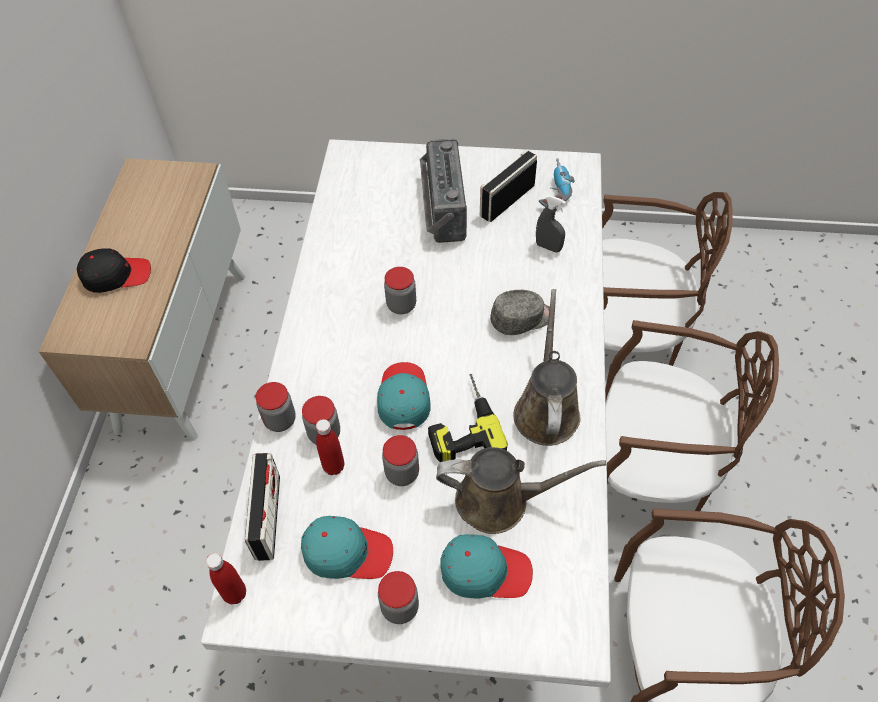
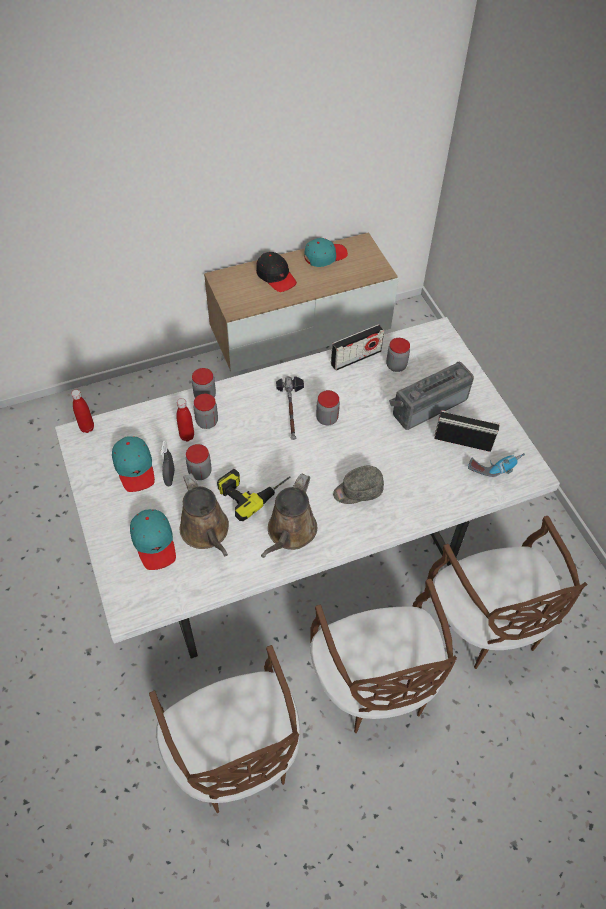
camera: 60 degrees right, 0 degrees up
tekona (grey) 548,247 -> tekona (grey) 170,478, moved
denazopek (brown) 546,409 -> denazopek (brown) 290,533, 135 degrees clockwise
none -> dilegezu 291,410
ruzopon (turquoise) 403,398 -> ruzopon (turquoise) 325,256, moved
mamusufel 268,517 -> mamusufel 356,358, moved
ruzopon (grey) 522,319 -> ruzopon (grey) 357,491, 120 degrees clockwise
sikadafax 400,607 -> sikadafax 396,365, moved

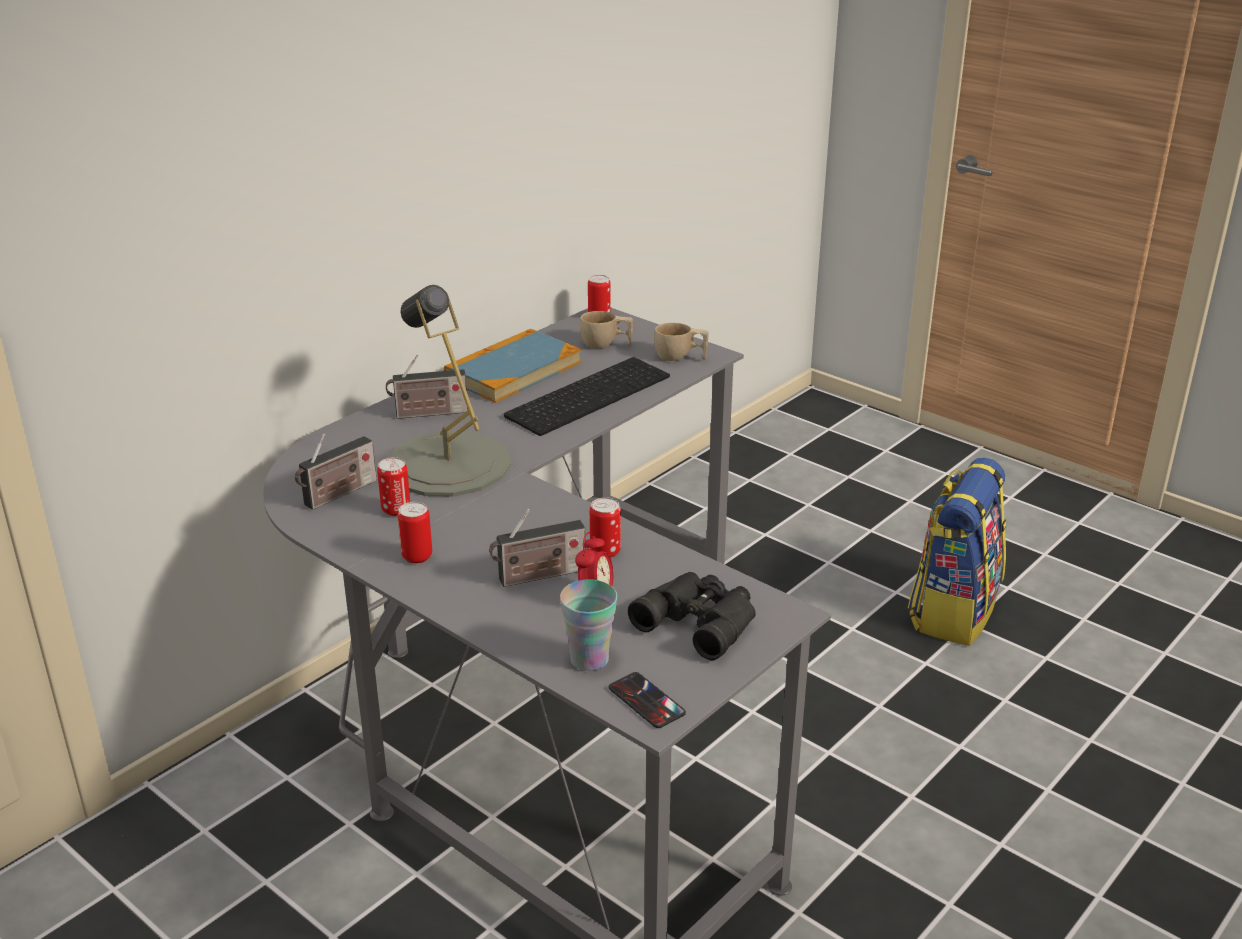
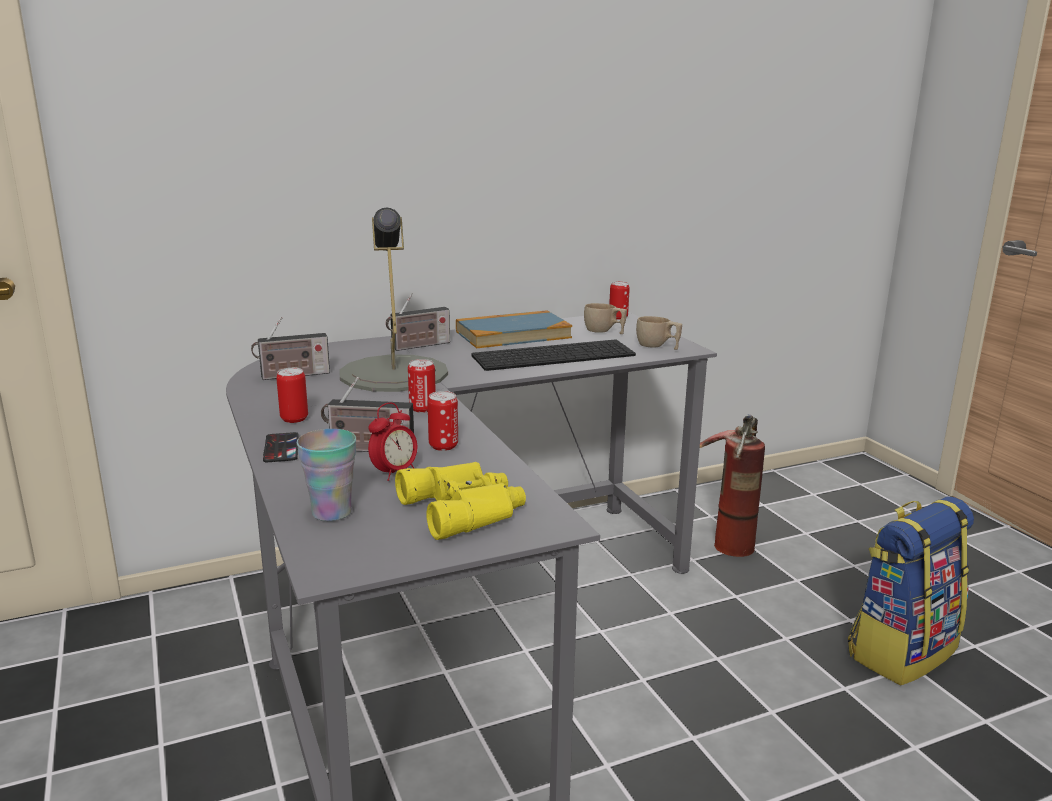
camera: 25 degrees right, 10 degrees down
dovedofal 646,701 -> dovedofal 281,448, moved
mamusufel 428,413 -> mamusufel 418,346, 45 degrees counterclockwise
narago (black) 700,620 -> narago (yellow) 466,509
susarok 396,509 -> susarok 422,408, moved
none -> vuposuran 730,539

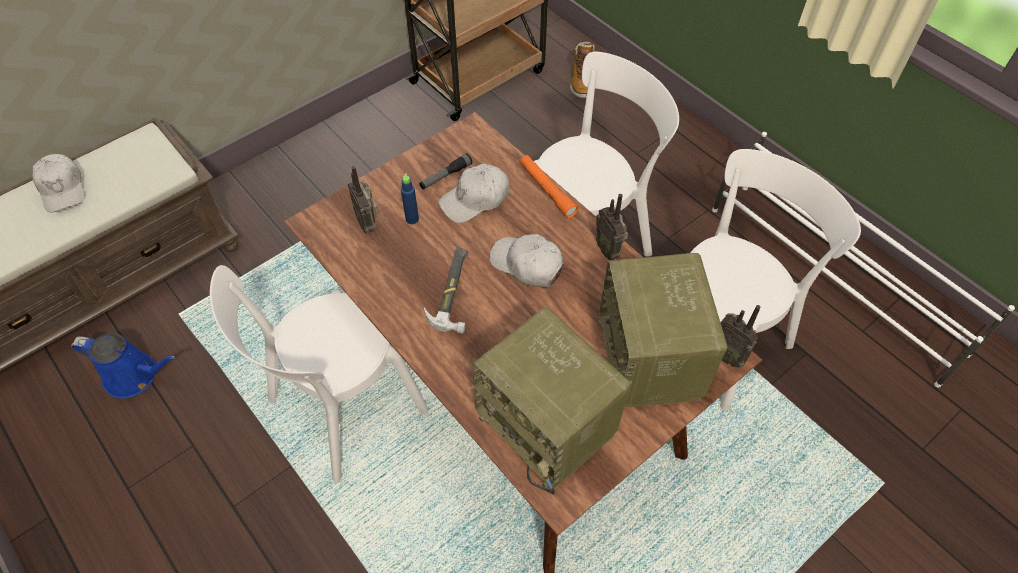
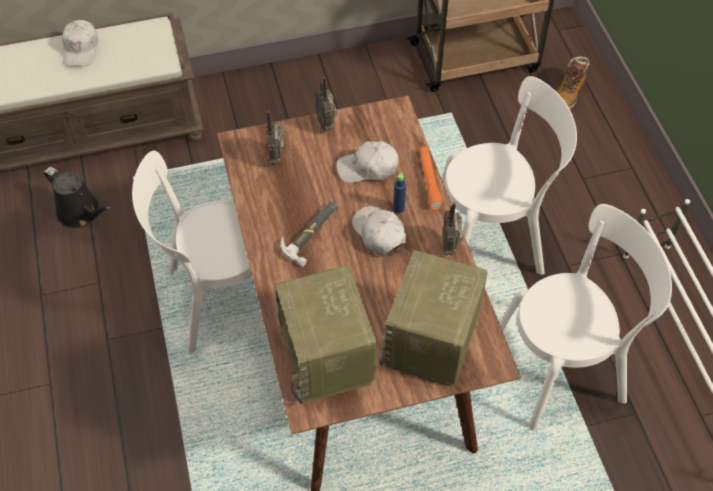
camera: 25 degrees right, 0 degrees up
denazopek (blue) 135,376 -> denazopek (black) 81,213
mamusufel 726,354 -> mamusufel 327,124, moved
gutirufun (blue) 412,219 -> gutirufun (blue) 398,208, moved
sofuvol 445,176 -> none

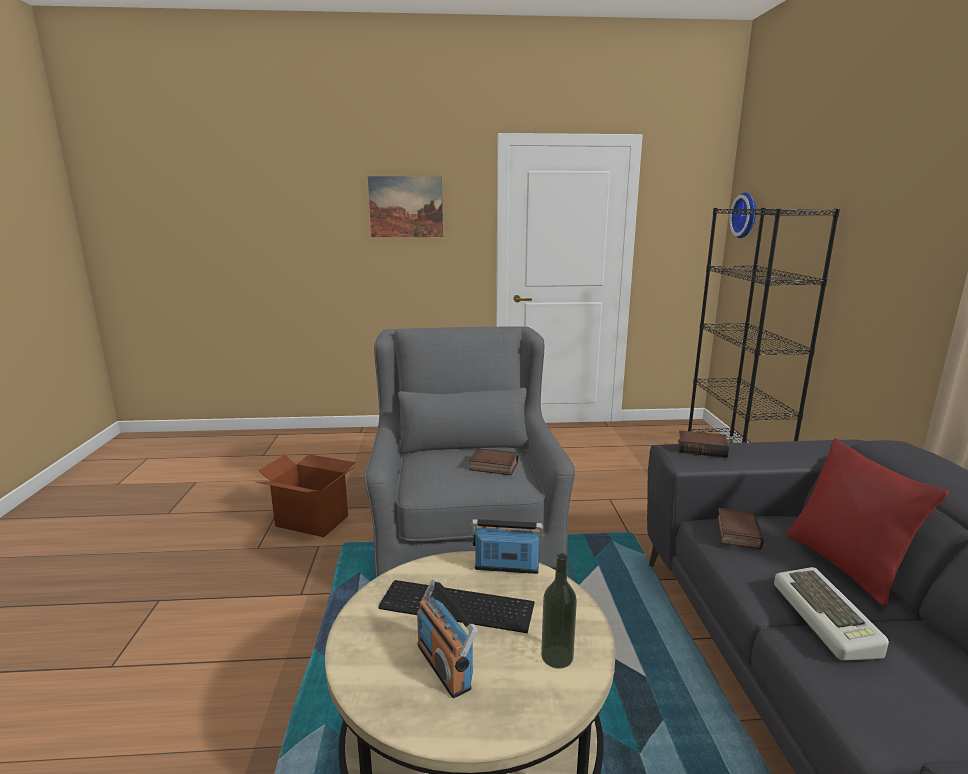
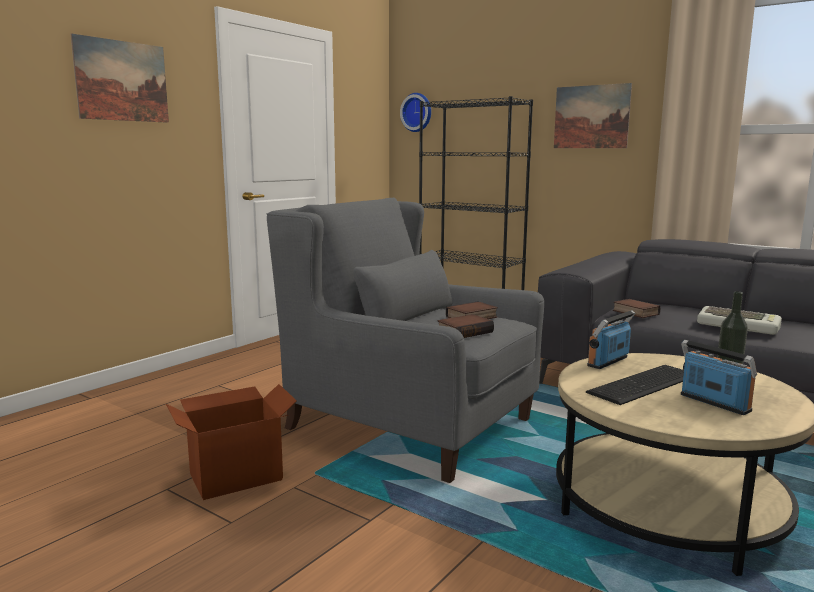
camera: 50 degrees left, 5 degrees down
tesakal 702,448 -> tesakal 464,331, moved
none -> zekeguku 591,117
mamusufel 444,666 -> mamusufel 714,403, 135 degrees counterclockwise
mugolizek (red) 844,565 -> none

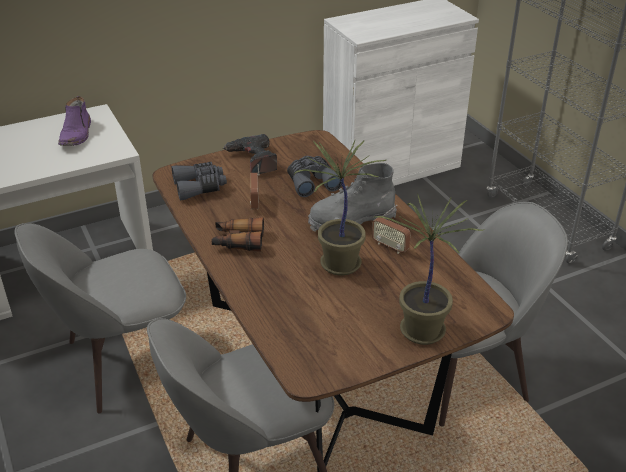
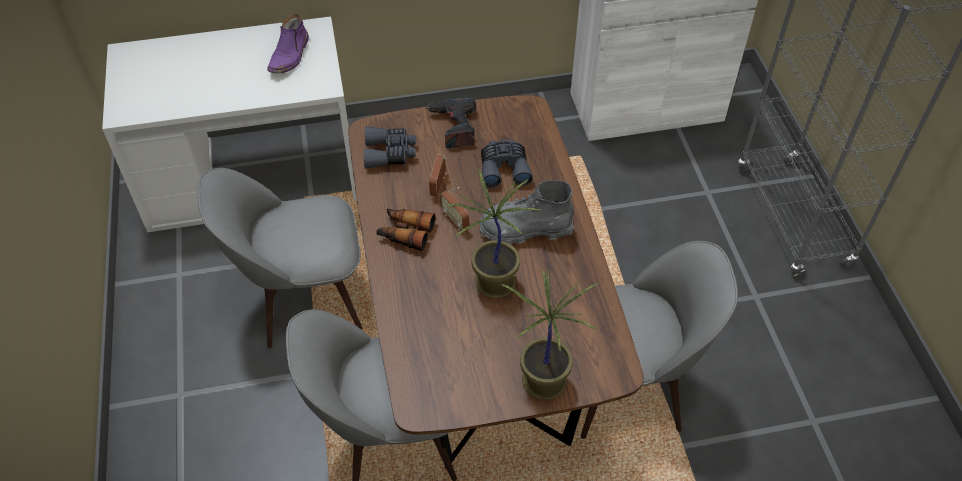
camera: 15 degrees right, 15 degrees up
mamusufel 390,246 -> mamusufel 455,220, moved

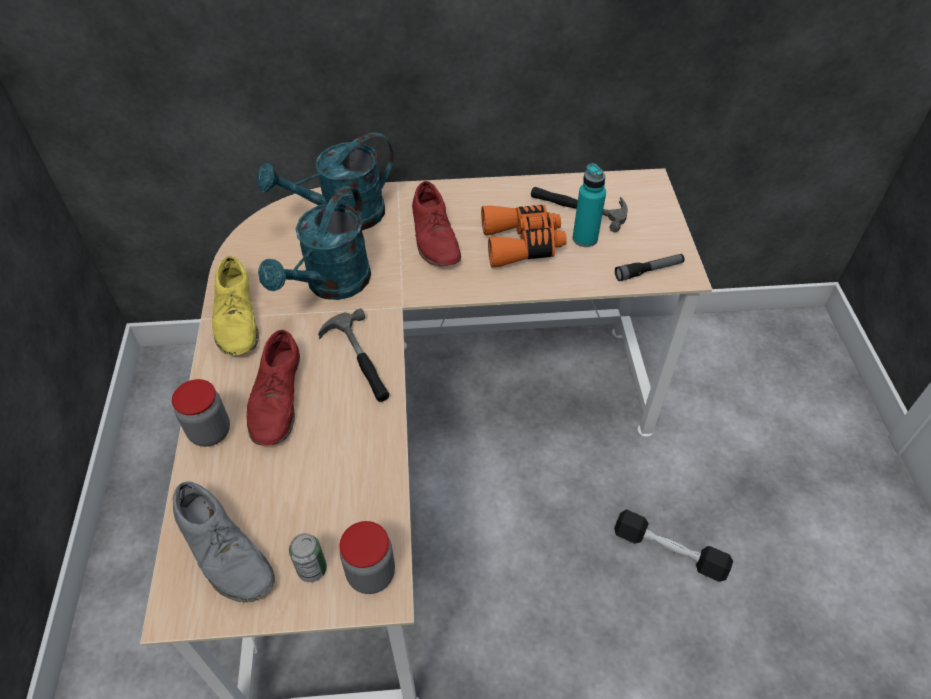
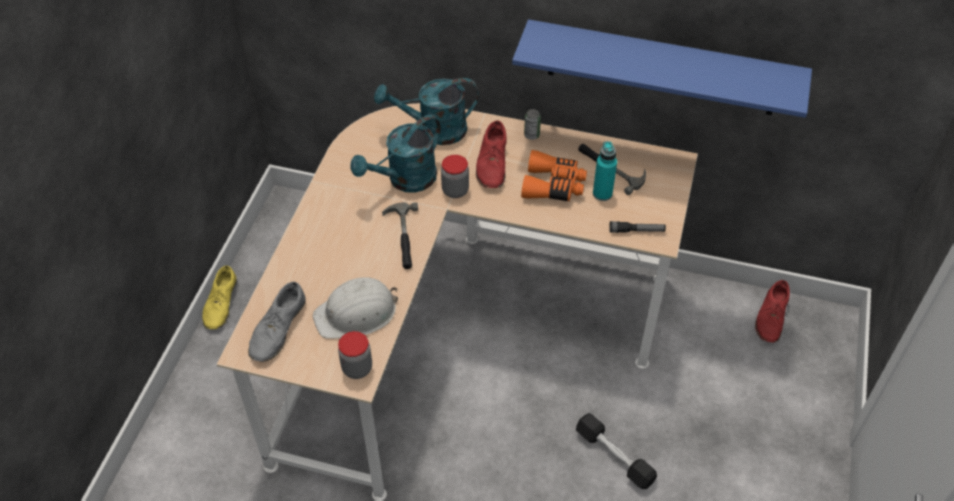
camera: 20 degrees right, 0 degrees up
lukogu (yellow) 237,318 -> lukogu (yellow) 221,304, moved
lukogu (grey) 224,550 -> lukogu (grey) 278,329, 45 degrees clockwise
none -> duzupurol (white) 357,313
sikadafax 210,432 -> sikadafax 455,190, moved
none -> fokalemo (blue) 662,68
susarok 312,569 -> susarok 531,135, moved
lukogu (red) 277,398 -> lukogu (red) 771,317, moved

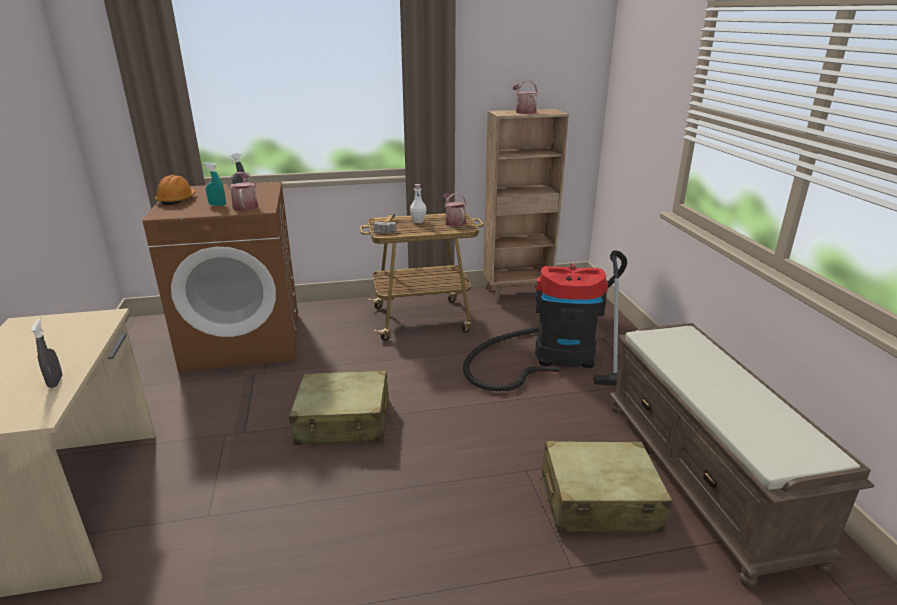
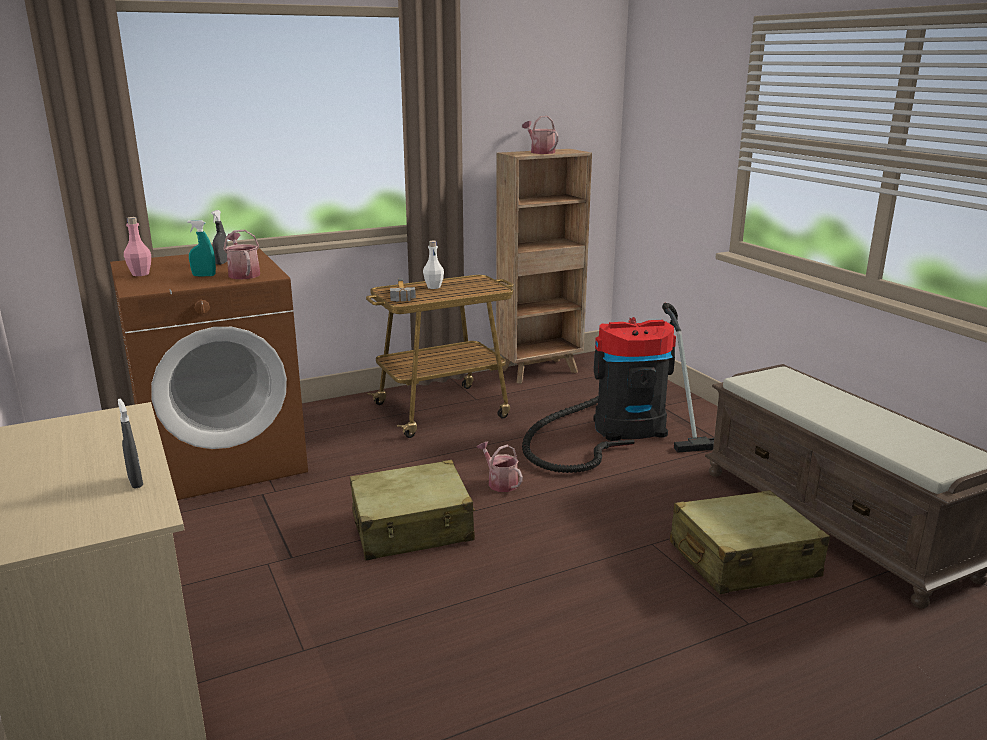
camera: 15 degrees left, 5 degrees down
duzupurol (orange) 177,200 -> gutirufun (pink) 140,274
denazopek 454,222 -> denazopek 500,483, moved

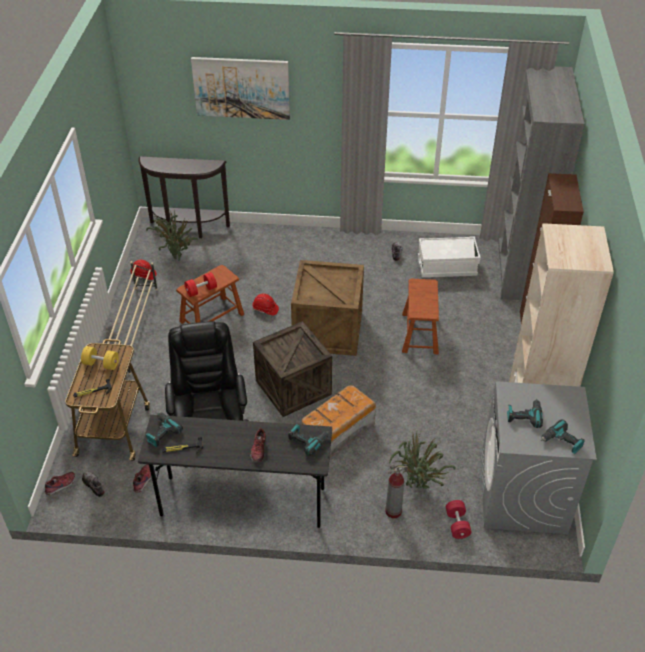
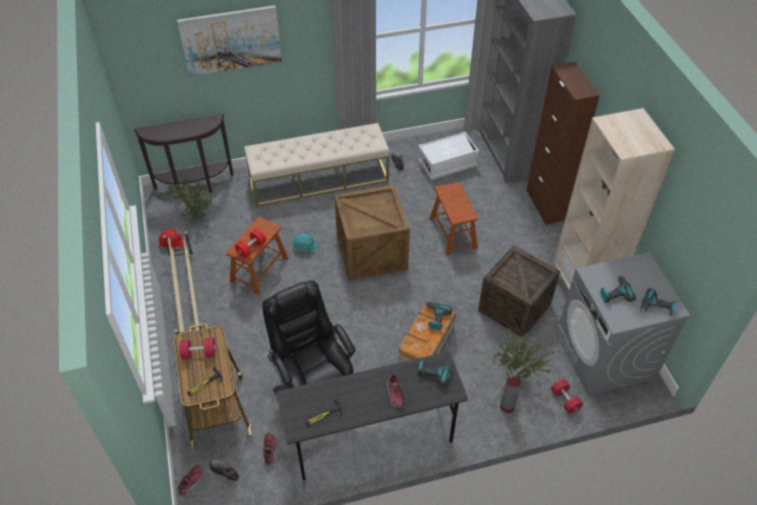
camera: 20 degrees left, 5 degrees up
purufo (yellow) 101,364 -> purufo (red) 199,353
none -> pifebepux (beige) 319,179
duzupurol (red) 265,309 -> duzupurol (turquoise) 305,247
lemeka 161,432 -> lemeka 435,317, moved
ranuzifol 293,387 -> ranuzifol 514,307, moved

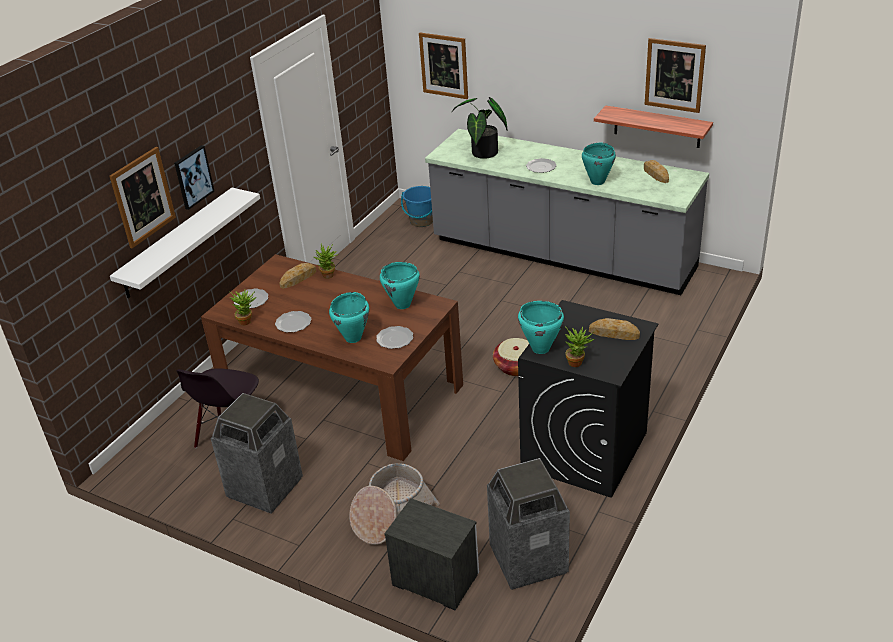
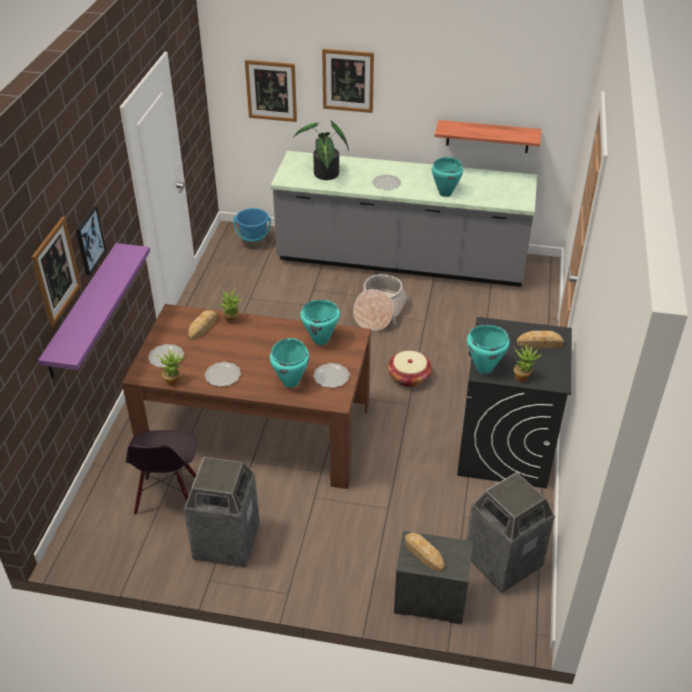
camera: 20 degrees left, 5 degrees up
fokalemo (white) 178,243 -> fokalemo (purple) 82,310
zekeguku 674,75 -> zekeguku 348,80, moved
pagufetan 392,515 -> pagufetan 379,312, moved
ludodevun 655,174 -> ludodevun 423,554, moved

